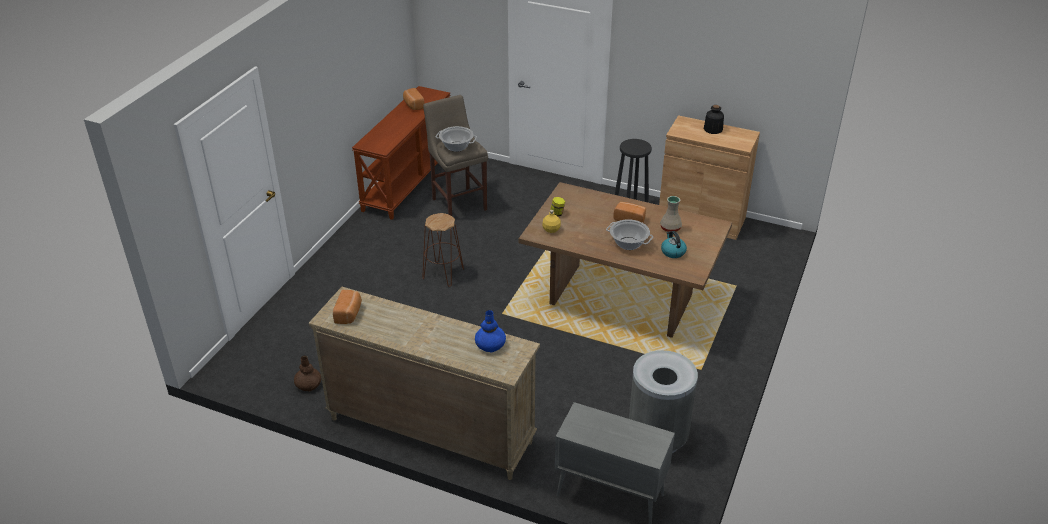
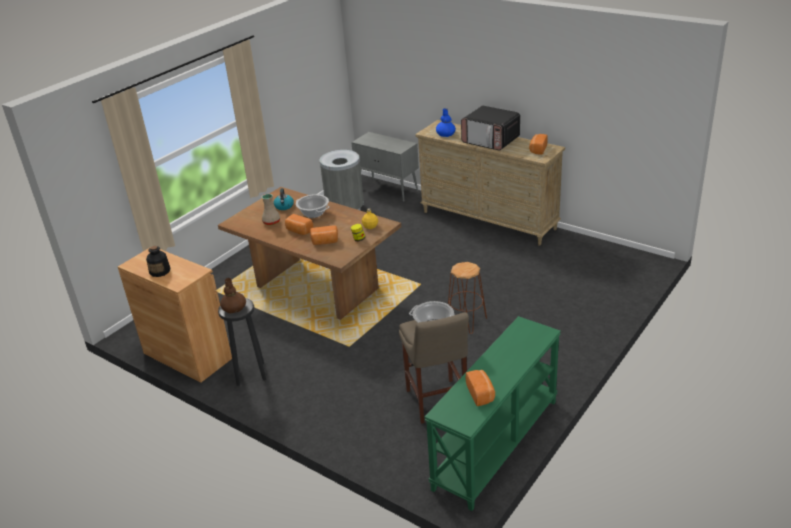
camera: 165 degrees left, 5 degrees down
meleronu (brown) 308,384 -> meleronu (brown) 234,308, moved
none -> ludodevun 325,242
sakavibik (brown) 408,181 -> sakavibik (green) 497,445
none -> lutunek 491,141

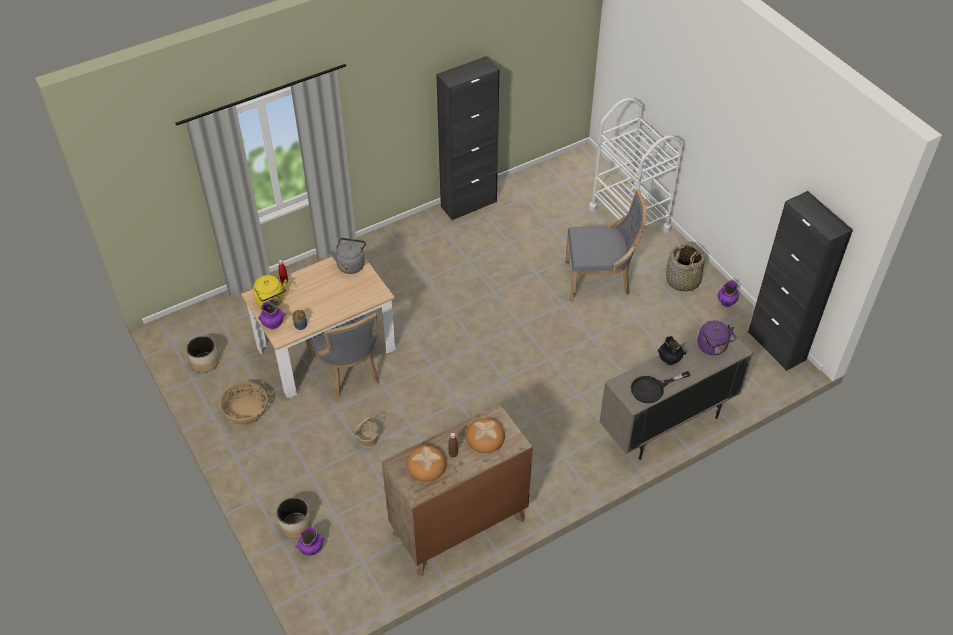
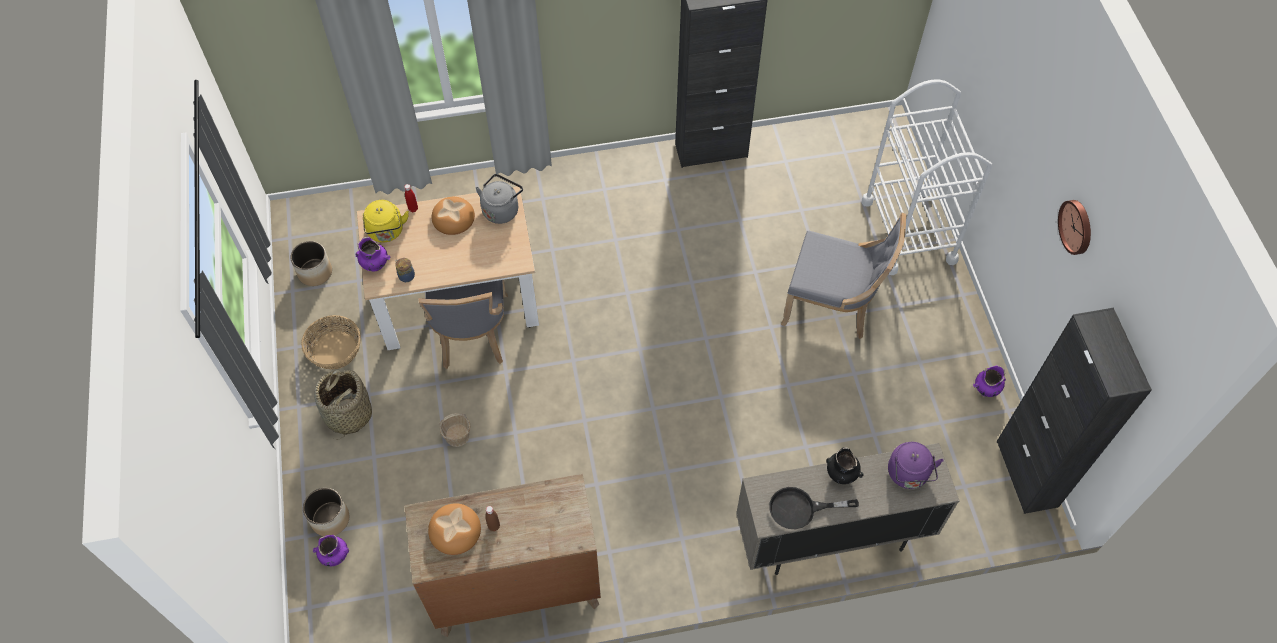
camera: 20 degrees right, 10 degrees up
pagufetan 682,281 -> pagufetan 348,415, moved
ludodevun 485,437 -> ludodevun 453,218, moved
none -> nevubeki 1077,226

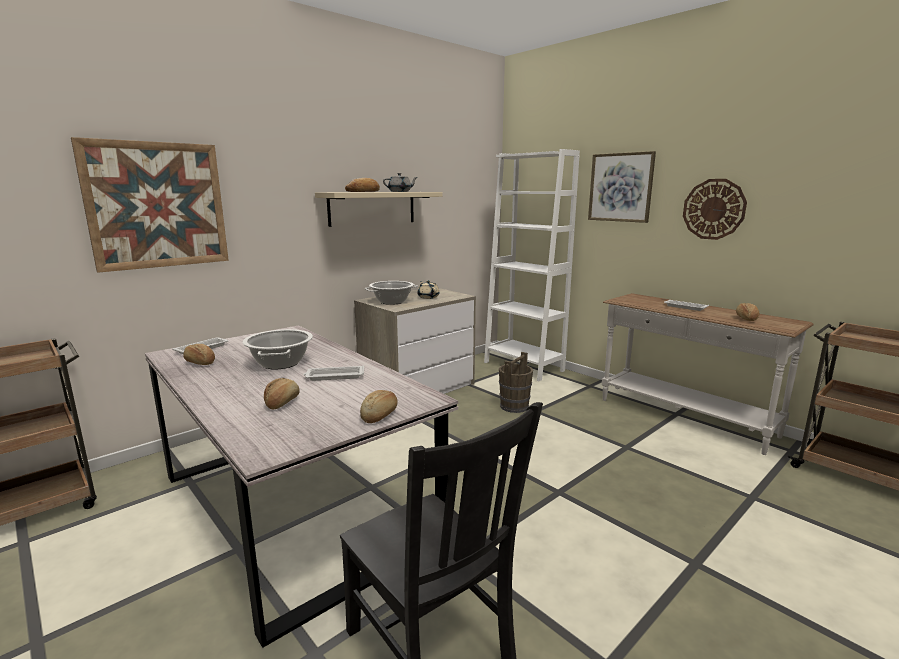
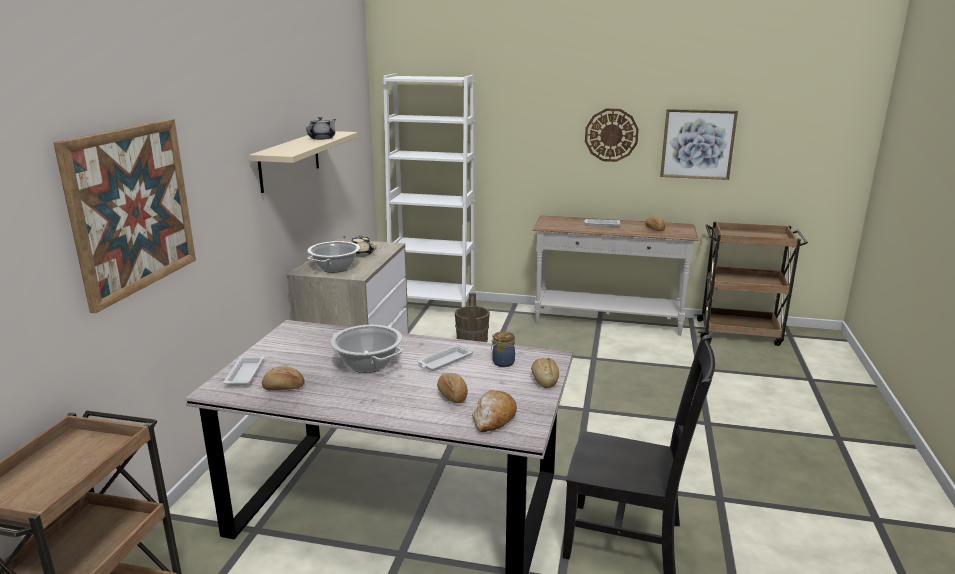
camera: 35 degrees left, 5 degrees up
ludodevun 363,192 -> ludodevun 494,418, moved
none -> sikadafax 502,362
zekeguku 620,187 -> zekeguku 697,144, moved

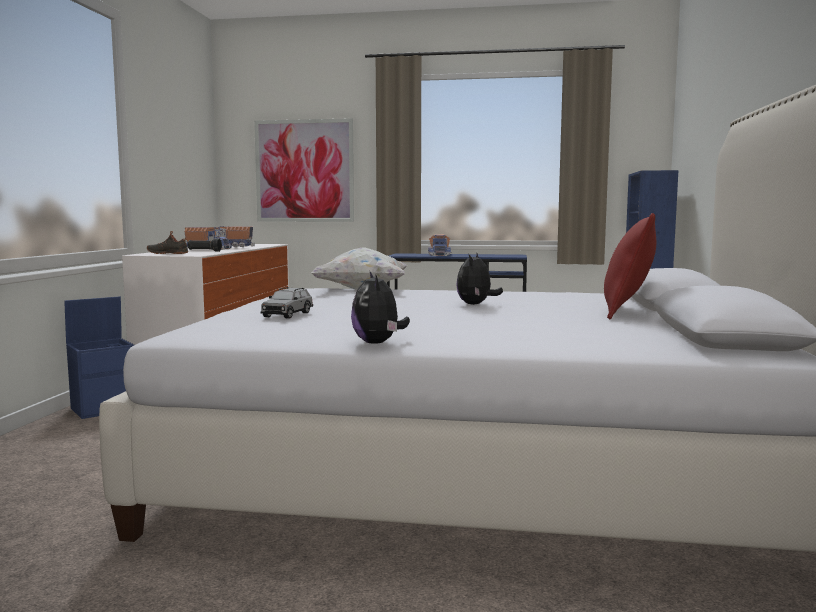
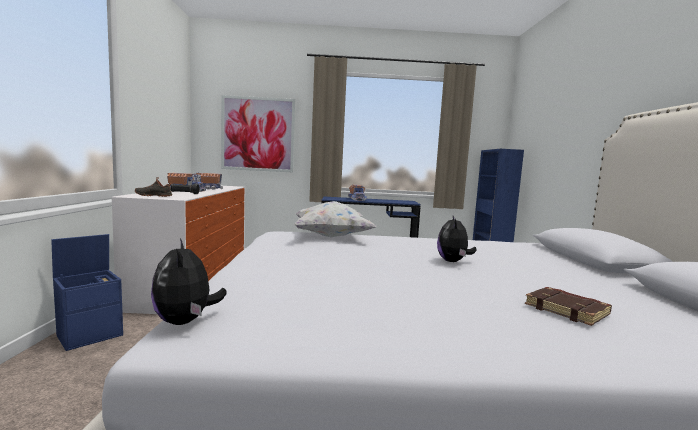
camera: 10 degrees left, 0 degrees up
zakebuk 378,343 -> zakebuk 186,321, moved
none -> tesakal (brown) 567,310
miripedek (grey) 287,314 -> none
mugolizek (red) 627,312 -> none

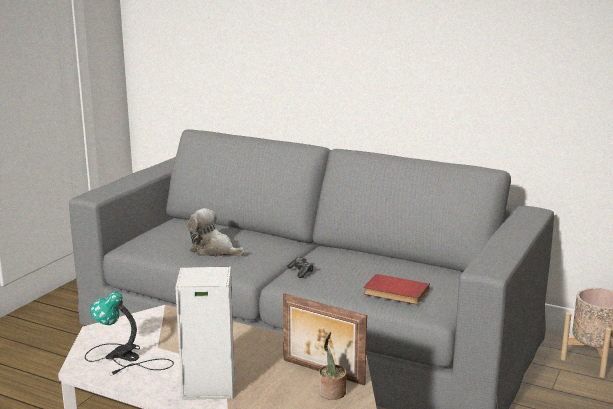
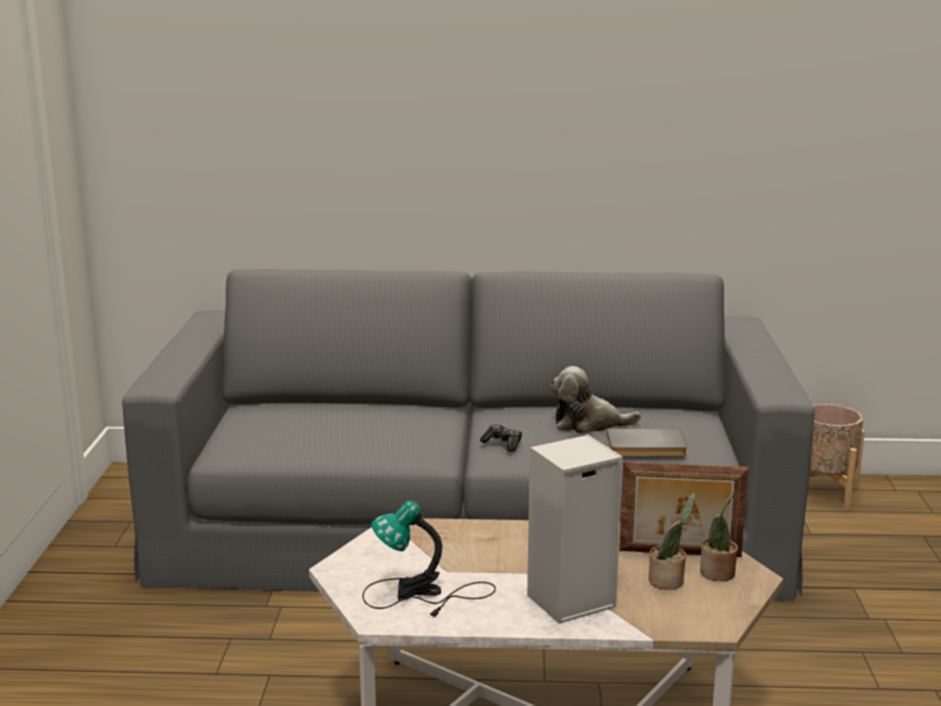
camera: 25 degrees left, 0 degrees up
zakebuk 213,250 -> zakebuk 588,424, moved
tesakal (red) 395,292 -> tesakal (grey) 646,447
none -> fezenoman 669,581

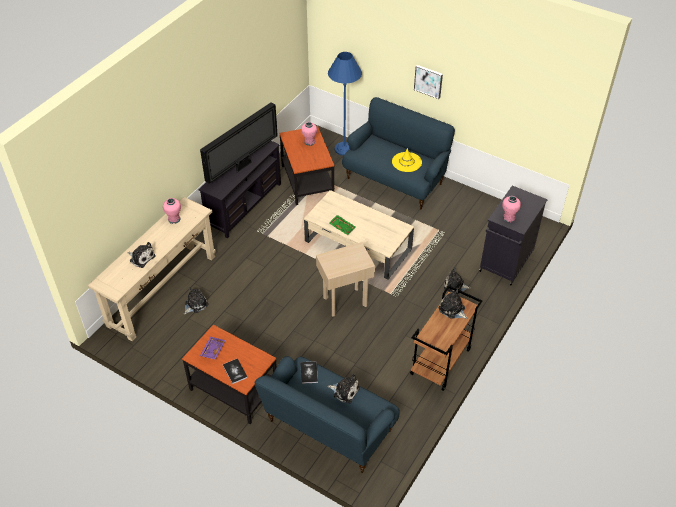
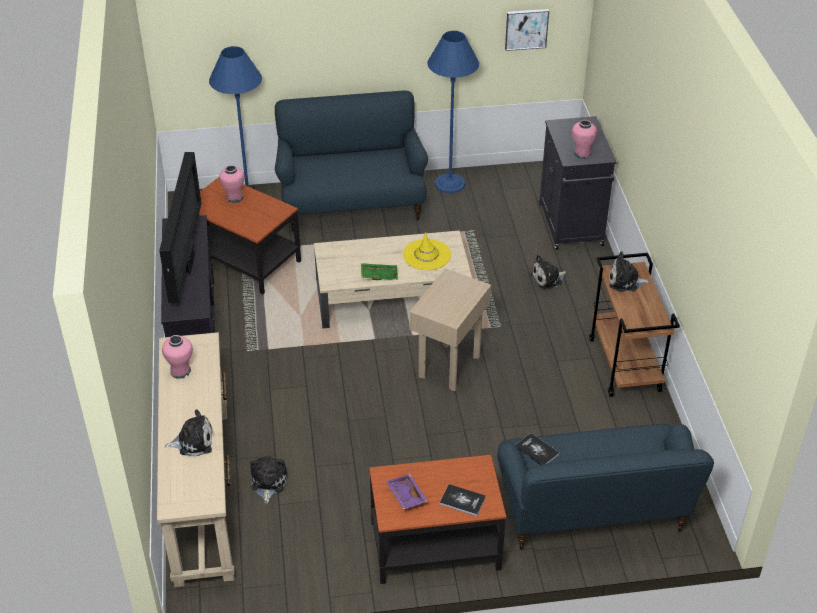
camera: 40 degrees left, 5 degrees down
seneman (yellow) 406,162 -> seneman (yellow) 426,255, moved
none -> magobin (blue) 450,183
zekeguku 428,81 -> zekeguku 526,28, moved
zakebuk 344,391 -> none

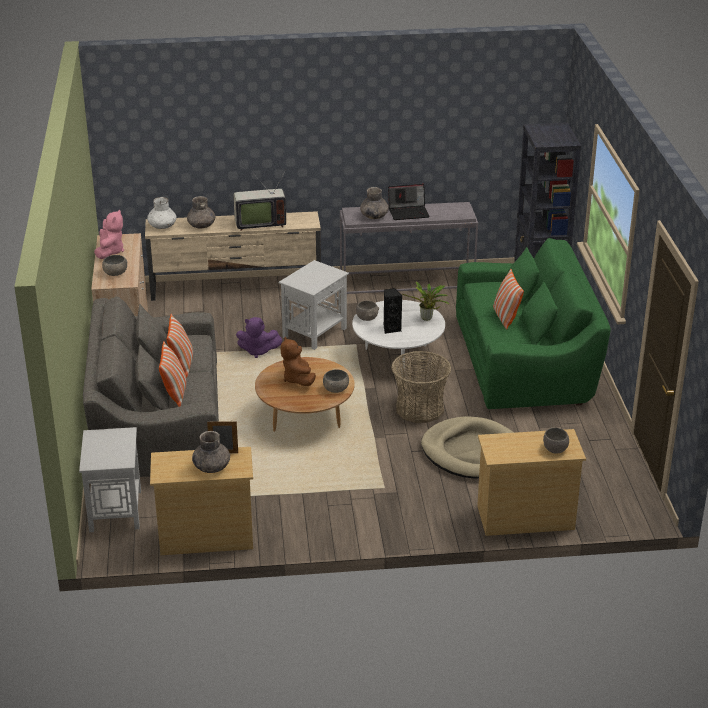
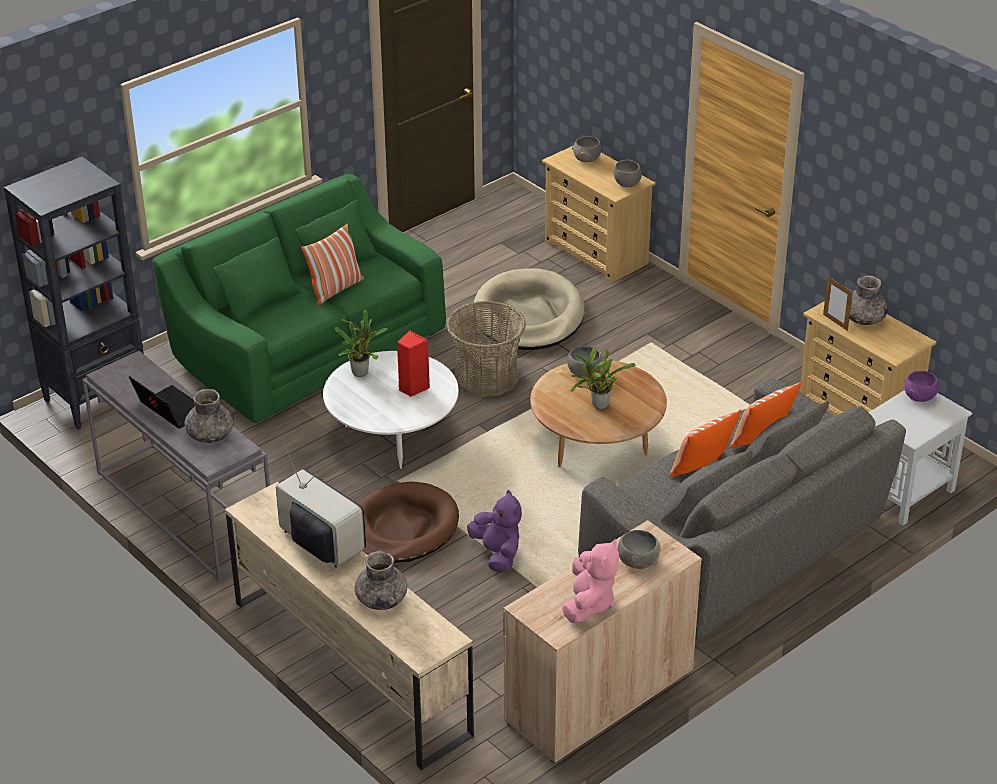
camera: 125 degrees left, 5 degrees up
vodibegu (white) 315,332 -> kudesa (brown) 402,528
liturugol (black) 391,328 -> liturugol (red) 412,388
zakebuk (pink) 110,251 -> zakebuk (pink) 589,603, 135 degrees clockwise
zakebuk (brown) 298,379 -> fezenoman 597,405
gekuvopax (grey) 367,318 -> gekuvopax (grey) 626,183, moved
none -> gekuvopax (purple) 919,397
meleronu (white) 162,226 -> none

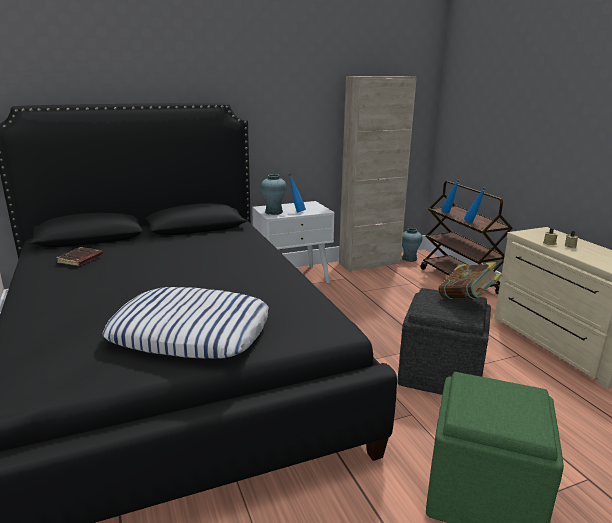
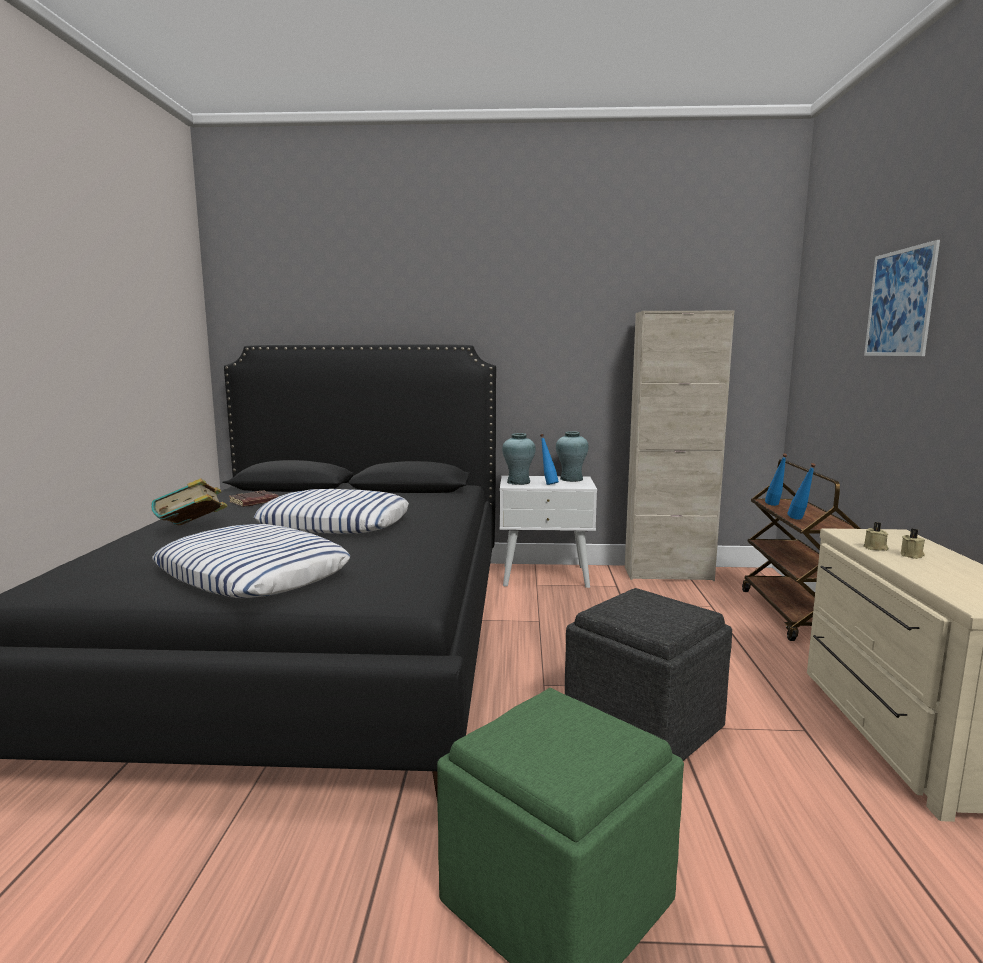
camera: 25 degrees right, 10 degrees down
tesakal 466,301 -> tesakal 192,529, moved
none -> mugolizek 335,523
meleronu (turquoise) 409,259 -> meleronu (turquoise) 571,479, moved
none -> zekeguku 899,303

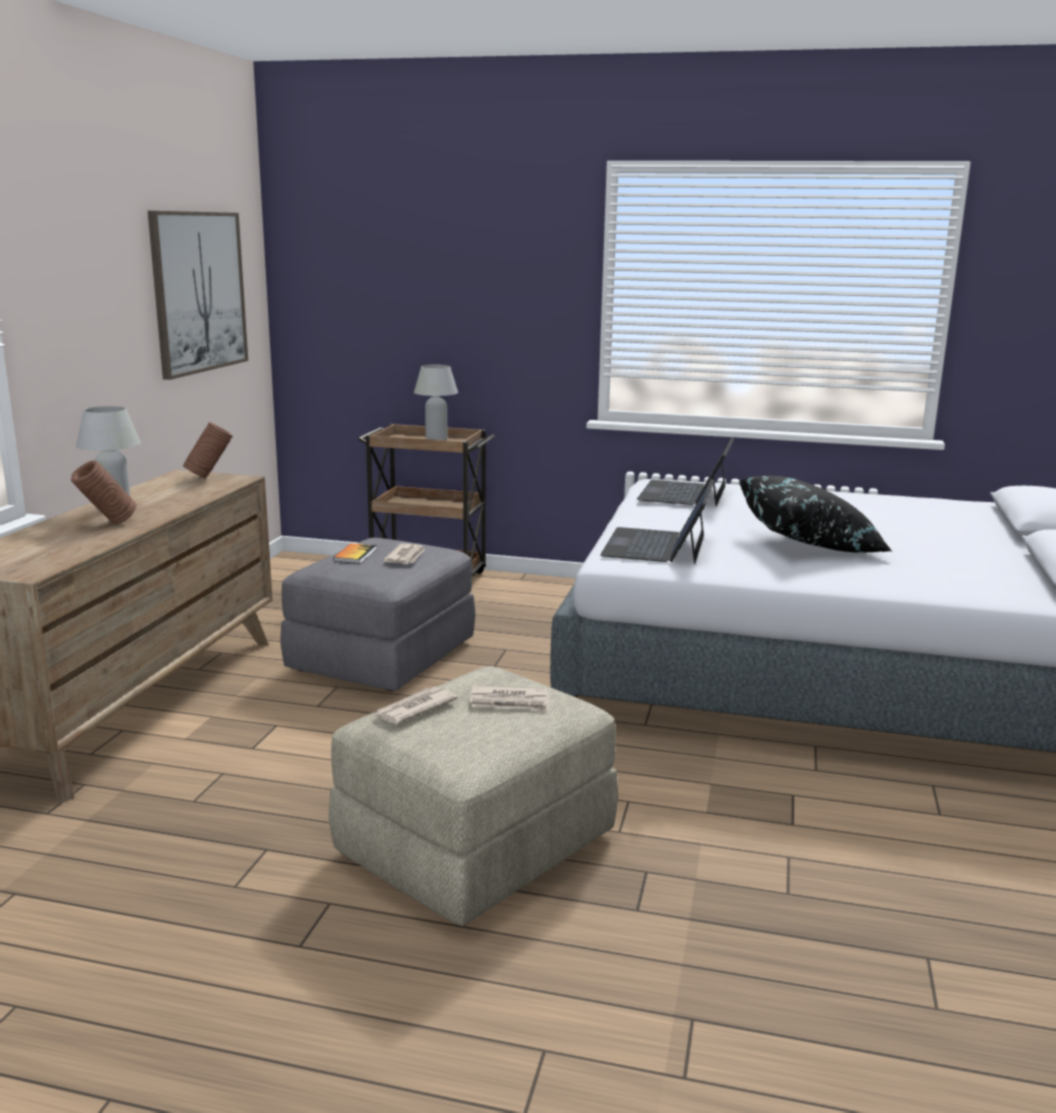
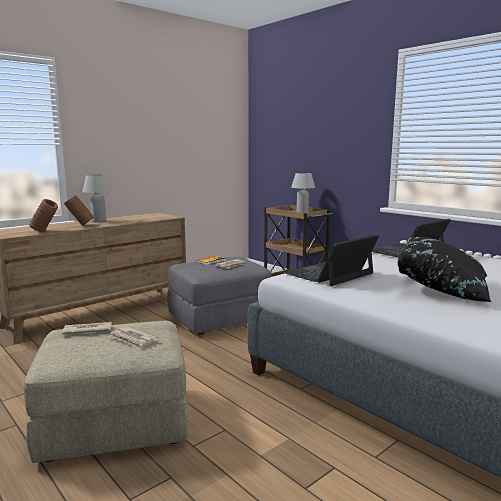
camera: 35 degrees right, 5 degrees down
meleronu (brown) 210,477 -> meleronu (brown) 45,231, moved
zekeguku 199,292 -> none

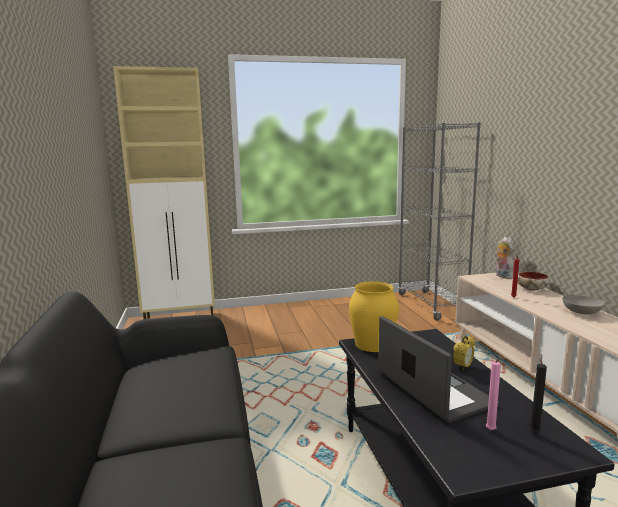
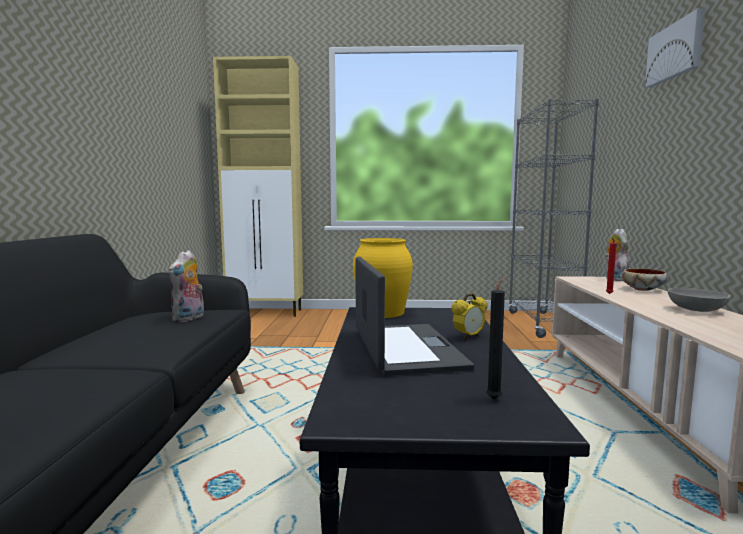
camera: 15 degrees right, 5 degrees down
none -> zakebuk 189,318
none -> zekeguku 676,51
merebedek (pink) 492,431 -> none

